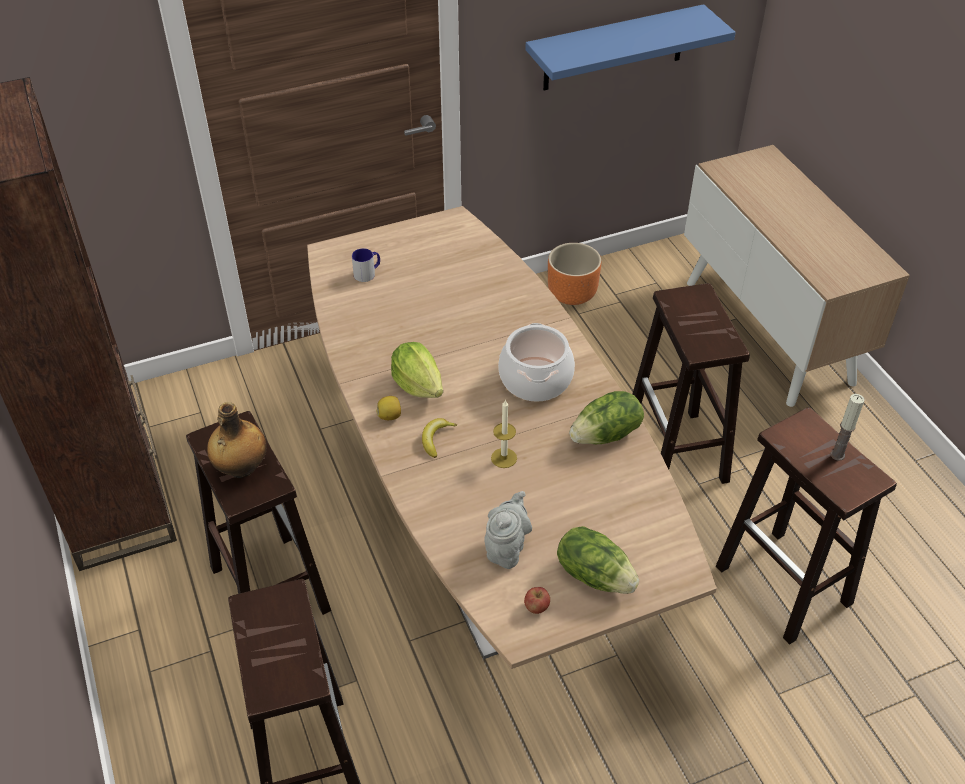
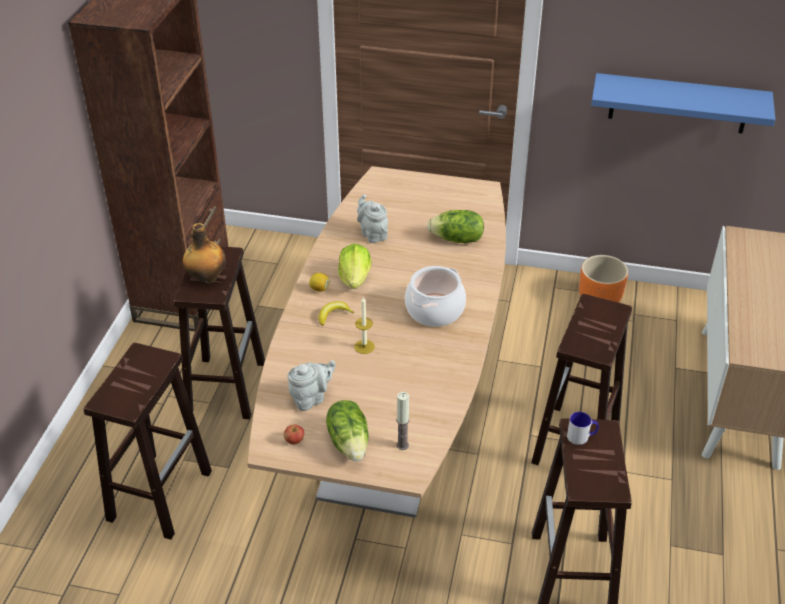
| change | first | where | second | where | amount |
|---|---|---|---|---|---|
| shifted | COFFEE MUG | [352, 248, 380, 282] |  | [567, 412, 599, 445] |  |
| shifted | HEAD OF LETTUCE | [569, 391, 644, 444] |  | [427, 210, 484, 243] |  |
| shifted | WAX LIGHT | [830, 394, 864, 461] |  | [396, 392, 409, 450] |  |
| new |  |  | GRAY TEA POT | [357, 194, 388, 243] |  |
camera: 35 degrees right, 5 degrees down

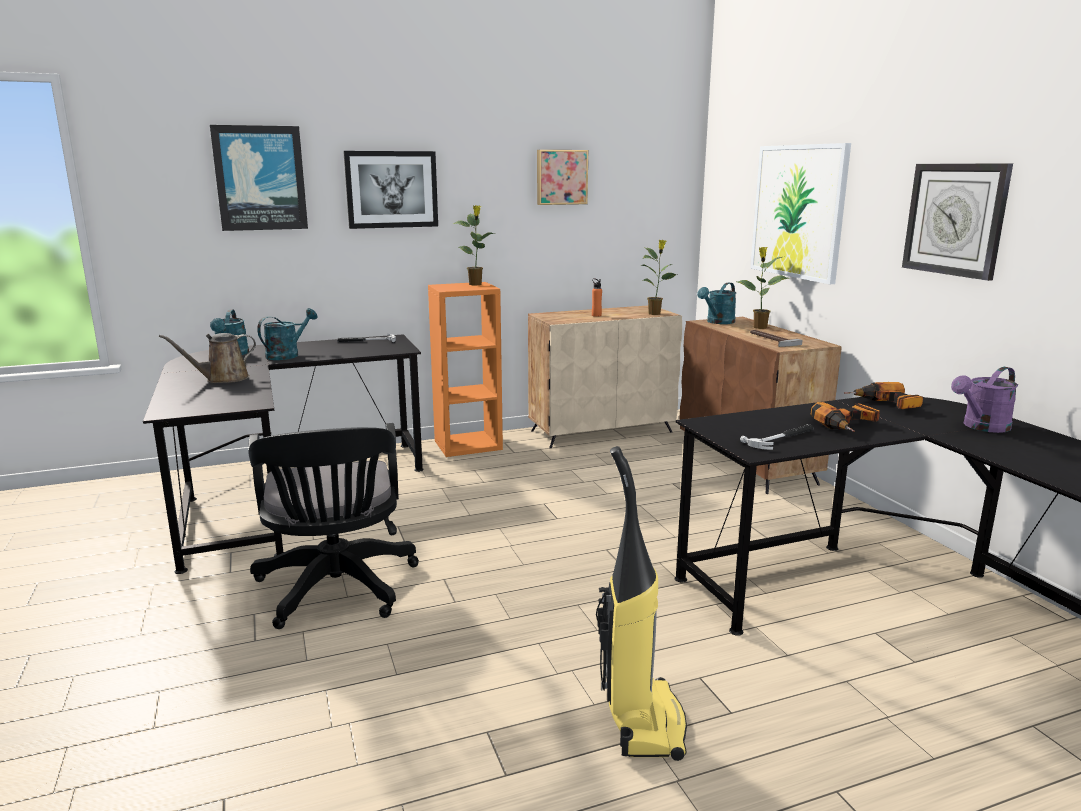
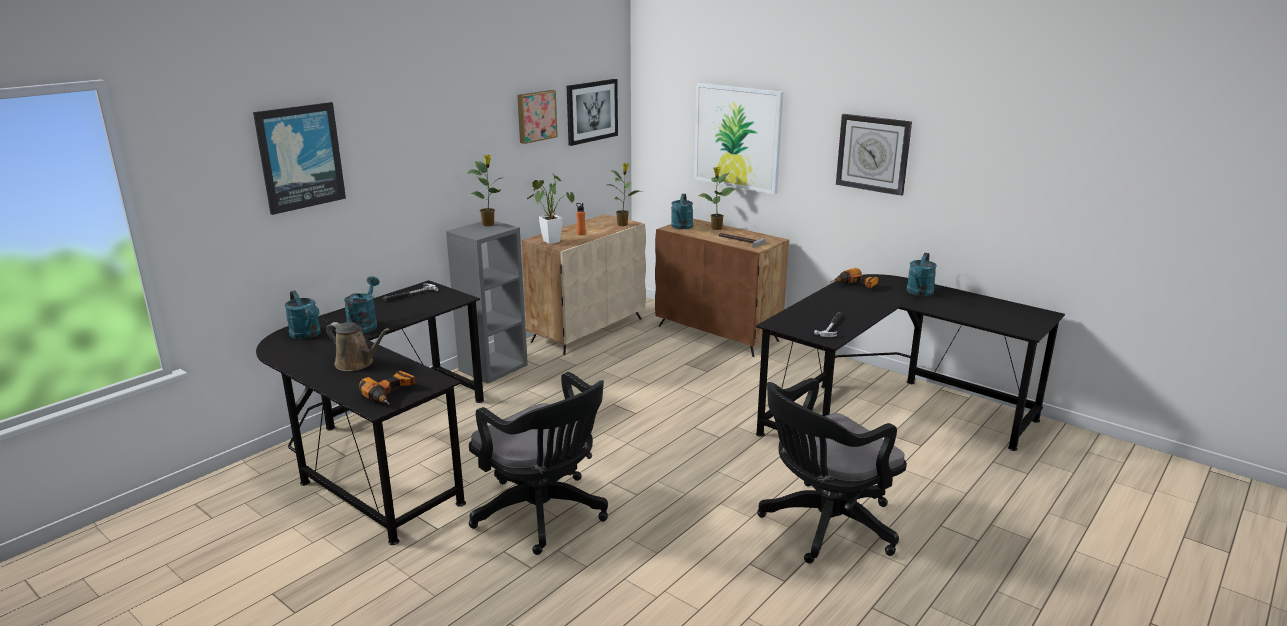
| change | first | where | second | where | amount |
|---|---|---|---|---|---|
| rotated | BROWNISH WATERING POT | [159, 333, 256, 383] |  | [326, 322, 390, 371] | 90 degrees counterclockwise |
| shifted | WALL PICTURE | [343, 151, 438, 229] |  | [567, 79, 618, 146] |  |
| repainted | ORANGE BOOKCASE | [428, 282, 503, 457] | GRAY BOOKCASE | [446, 221, 528, 383] |  |
| swapped | HOOVER | [596, 446, 687, 761] | BLACK DESK CHAIR | [757, 378, 907, 564] |  |
| shifted | DRILL | [811, 402, 880, 432] |  | [359, 371, 415, 405] |  |
| repainted | PURPLE-COLOURED WATERING POT | [951, 367, 1018, 433] | BLUE-GREEN WATERING POT | [907, 253, 937, 296] |  |
| new |  |  | POTTED PLANT | [527, 174, 575, 244] |  |
camera: 30 degrees left, 5 degrees up

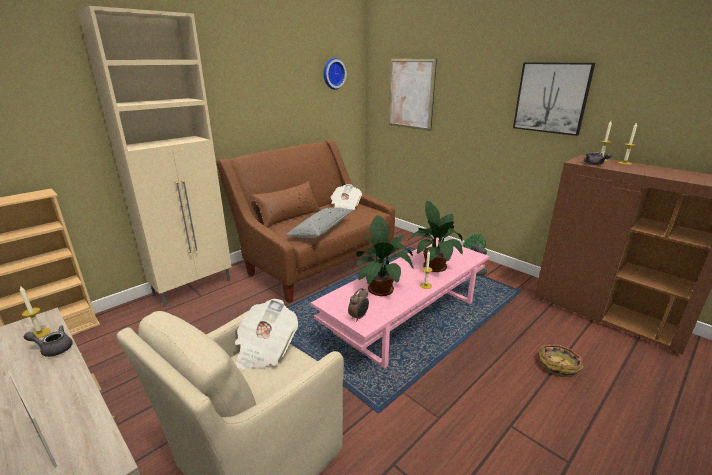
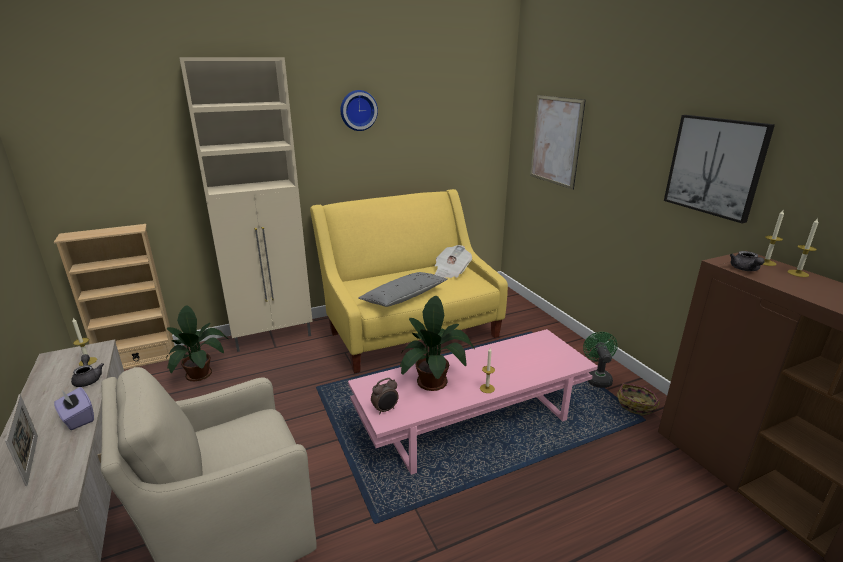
| change | first | where | second | where | amount |
|---|---|---|---|---|---|
| rotated | GRAY TEA POT | [24, 325, 73, 357] |  | [71, 354, 104, 387] | 45 degrees clockwise |
| repainted | BROWNISH COUCH | [216, 140, 395, 303] | YELLOWISH COUCH | [310, 189, 508, 374] |  |
| gone | NEWSPAPER | [235, 299, 298, 369] |  |  |  |
| gone | BROWNISH CUSHION | [252, 181, 320, 228] |  |  |  |
| shifted | HANGING CLOCK | [323, 58, 347, 90] |  | [340, 90, 378, 131] |  |
| shifted | POTTED PLANT | [406, 201, 463, 272] |  | [166, 306, 229, 381] |  |
| shifted | BASKET | [539, 345, 583, 377] |  | [617, 383, 660, 416] |  |
| new |  |  | PURPLE-COLOURED BOX OF TISSUES | [54, 387, 94, 430] |  |
camera: 20 degrees right, 0 degrees up

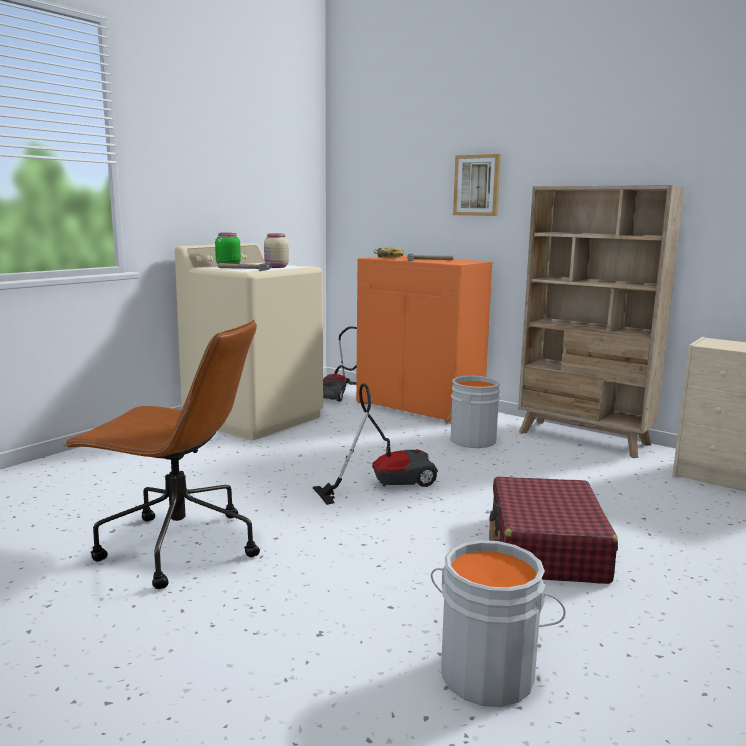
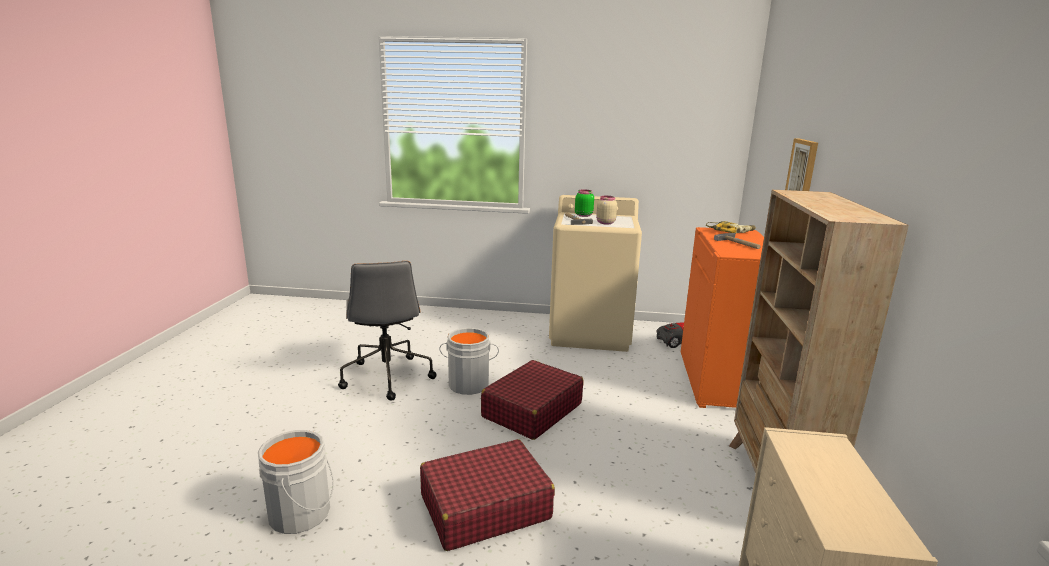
| change | first | where | second | where | amount |
|---|---|---|---|---|---|
| repainted | BROWNISH DESK CHAIR | [63, 319, 260, 589] | GRAY DESK CHAIR | [338, 261, 437, 401] |  |
| swapped | HOOVER | [313, 383, 438, 505] | RED PIECE OF LUGGAGE | [481, 360, 583, 440] |  |
| shifted | GRAY PAIL | [445, 375, 500, 448] |  | [440, 328, 499, 395] |  |
camera: 60 degrees right, 5 degrees up

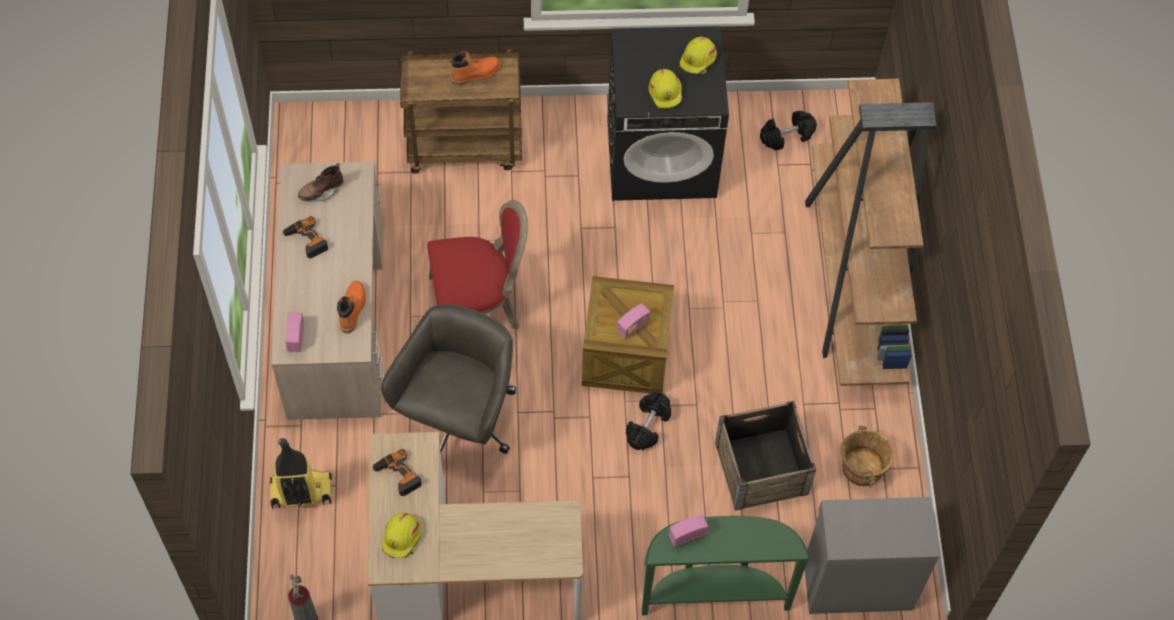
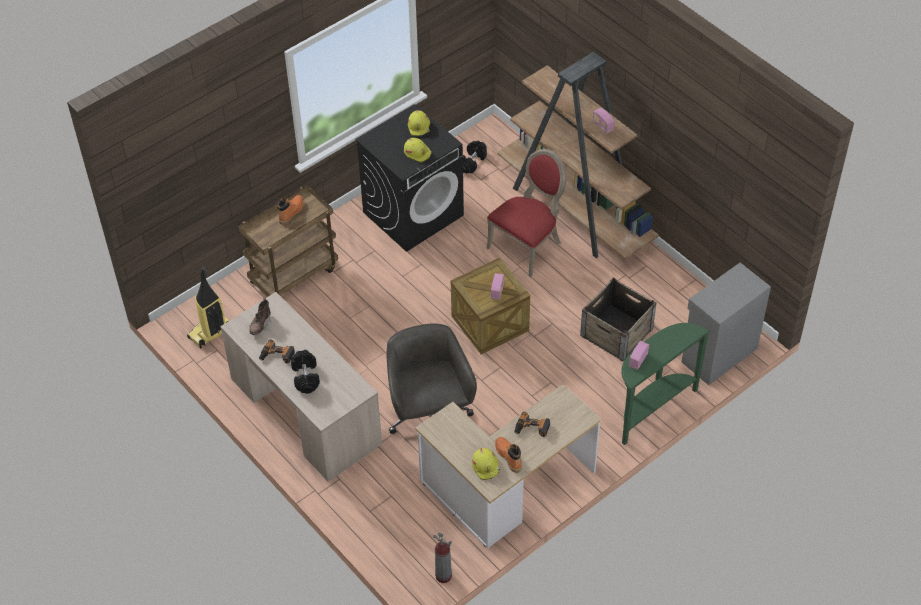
| change | first | where | second | where | amount |
|---|---|---|---|---|---|
| shifted | HOOVER | [270, 438, 332, 509] |  | [187, 266, 229, 349] |  |
| shifted | RADIO RECEIVER | [285, 312, 304, 352] |  | [593, 108, 614, 134] |  |
| shifted | ORANGE TALL BOOT | [337, 281, 366, 333] |  | [495, 437, 522, 473] |  |
| shifted | DRILL | [372, 449, 422, 496] |  | [514, 412, 550, 437] |  |
| shifted | RED CHAIR | [427, 200, 528, 330] |  | [487, 149, 566, 277] |  |
| shifted | BLACK FREE WEIGHT | [626, 392, 671, 450] |  | [291, 350, 320, 394] |  |
| gone | BROWNISH PAIL | [840, 425, 894, 488] |  |  |  |
camera: 35 degrees left, 10 degrees down

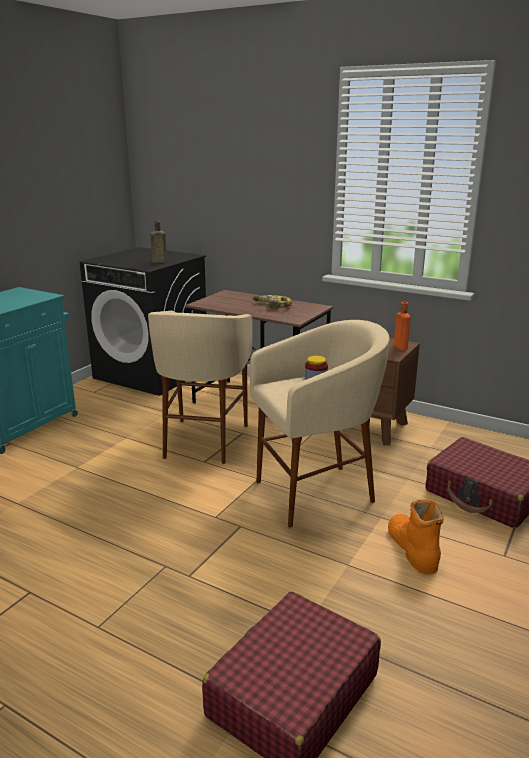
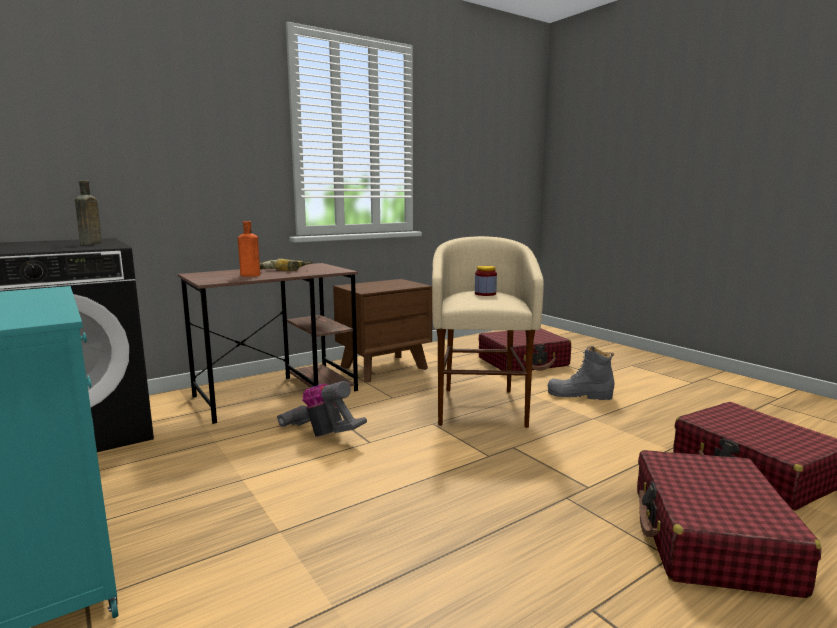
| change | first | where | second | where | amount |
|---|---|---|---|---|---|
| swapped | BEIGE-COLOURED STOOL SEAT | [148, 311, 253, 464] | HOOVER | [277, 381, 367, 437] |  |
| repainted | ORANGE TALL BOOT | [388, 499, 444, 574] | GRAY TALL BOOT | [548, 346, 614, 400] |  |
| shifted | ORANGE BOTTLE | [394, 302, 410, 350] |  | [238, 221, 260, 276] |  |
| new |  |  | RED PIECE OF LUGGAGE | [637, 450, 821, 598] |  |
camera: 65 degrees left, 10 degrees down

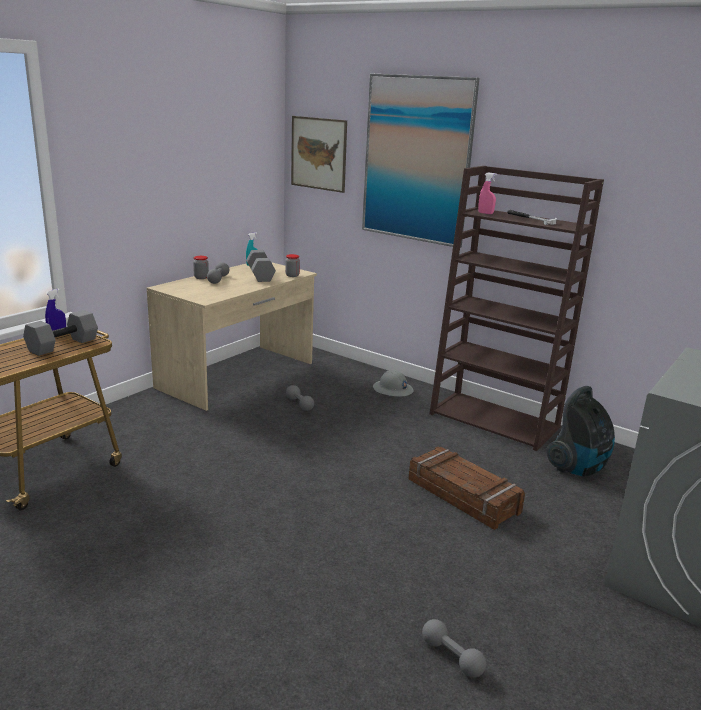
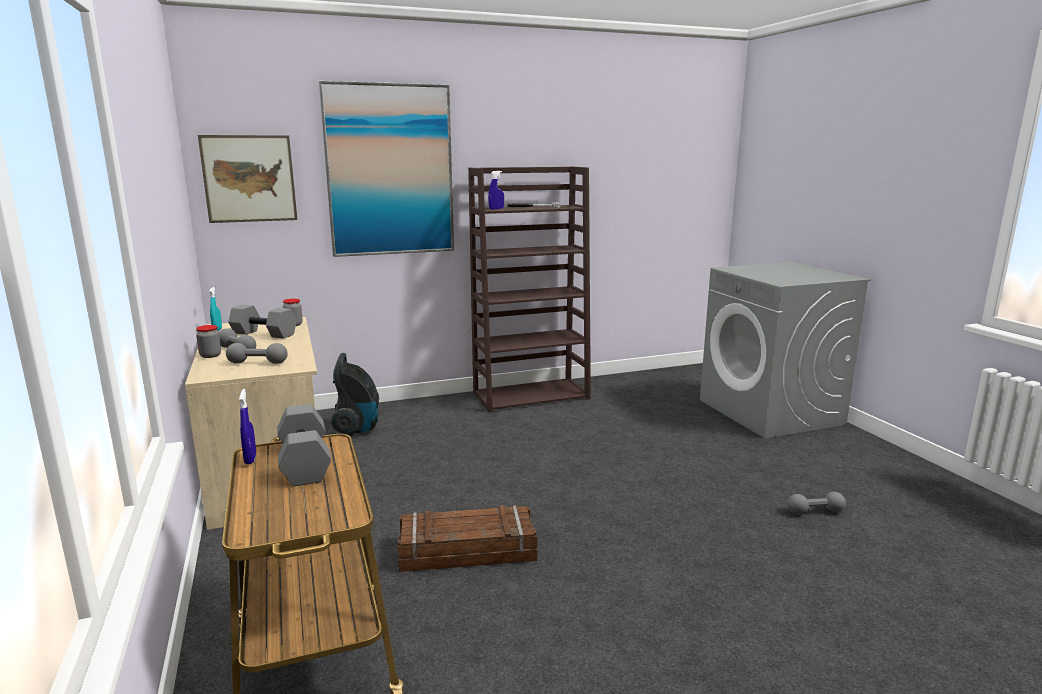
| change | first | where | second | where | amount |
|---|---|---|---|---|---|
| shifted | GRAY FREE WEIGHT | [286, 385, 314, 411] |  | [226, 343, 288, 364] |  |
| gone | GRAY HARD HAT | [373, 370, 413, 397] |  |  |  |
| shifted | PACKING CRATE | [408, 446, 525, 530] |  | [398, 505, 538, 572] |  |
| repainted | PINKISH HAND SPRAYER | [478, 173, 497, 214] | BLUE HAND SPRAYER | [488, 171, 504, 209] |  |
| shifted | HOOVER | [546, 386, 615, 477] |  | [331, 353, 379, 436] |  |
camera: 55 degrees left, 5 degrees down

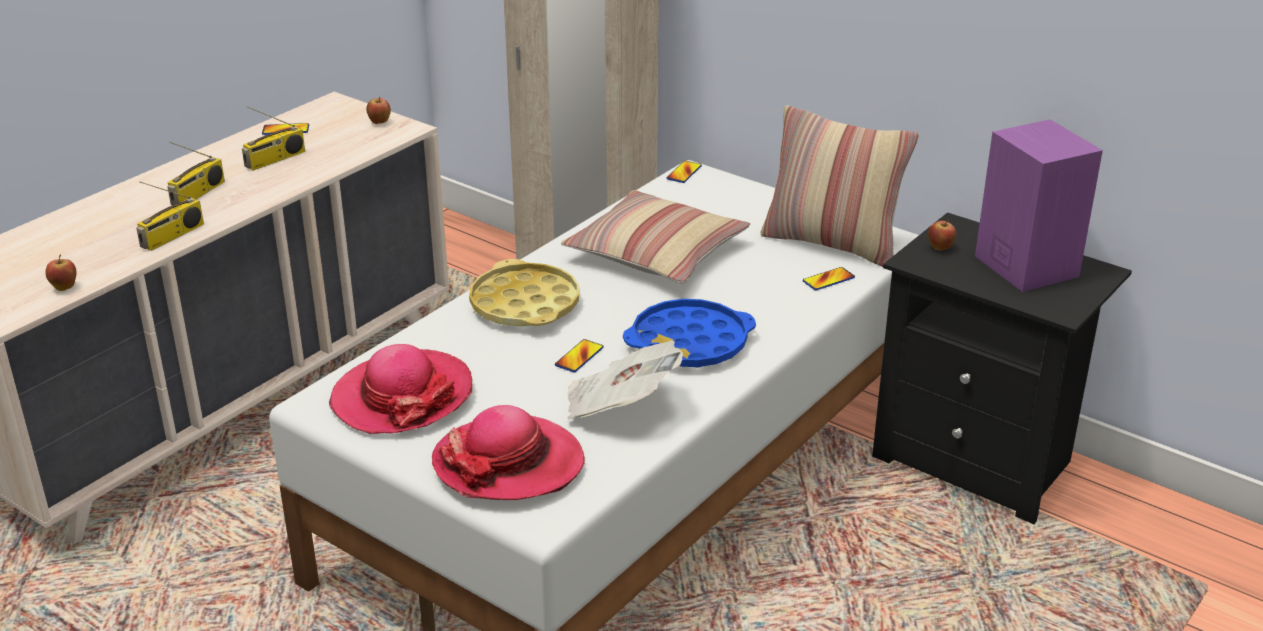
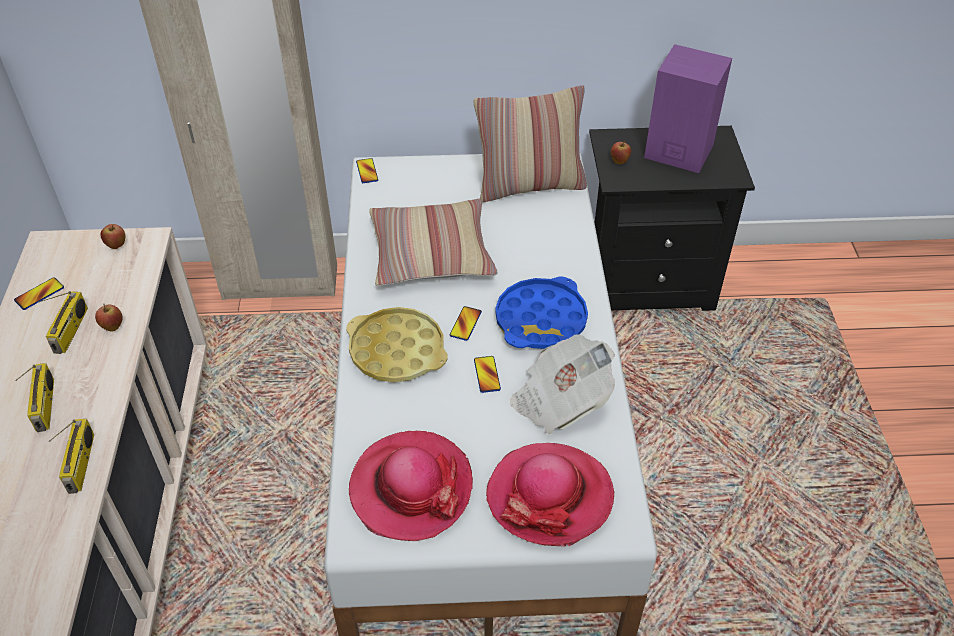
| change | first | where | second | where | amount |
|---|---|---|---|---|---|
| shifted | APPLE | [45, 255, 76, 291] |  | [95, 304, 123, 332] |  |
| shifted | TELEPHONE | [803, 267, 855, 290] |  | [450, 306, 482, 341] |  |
camera: 40 degrees left, 15 degrees up

